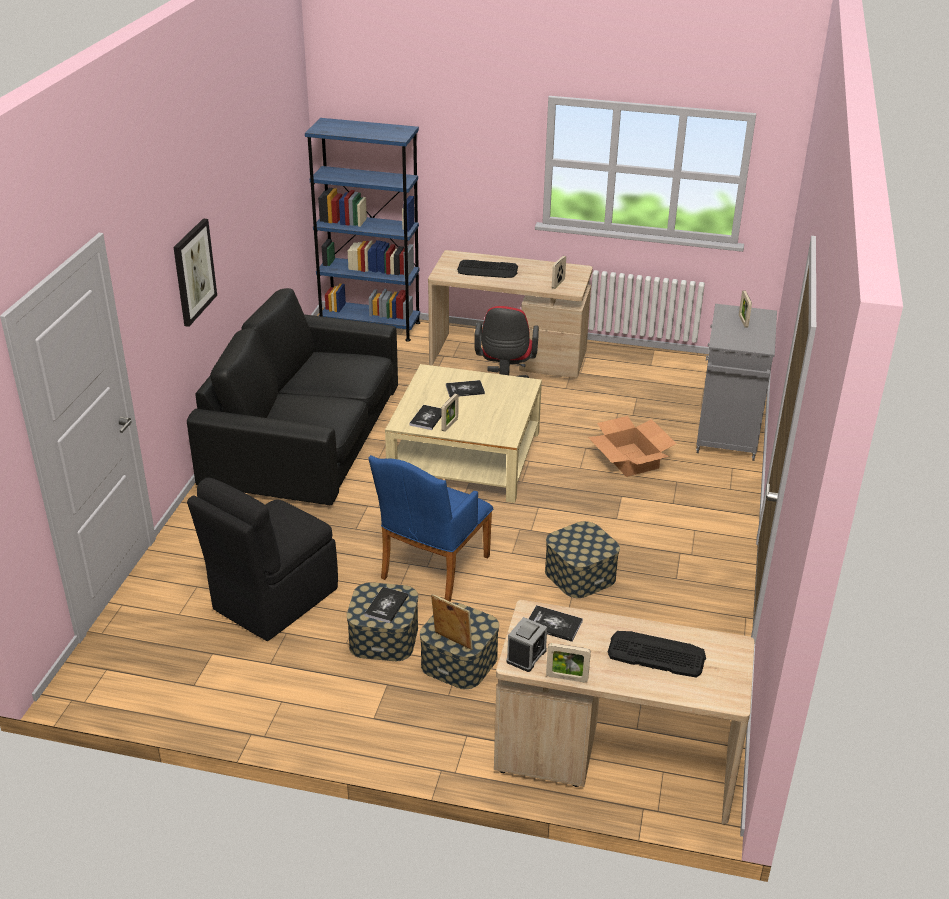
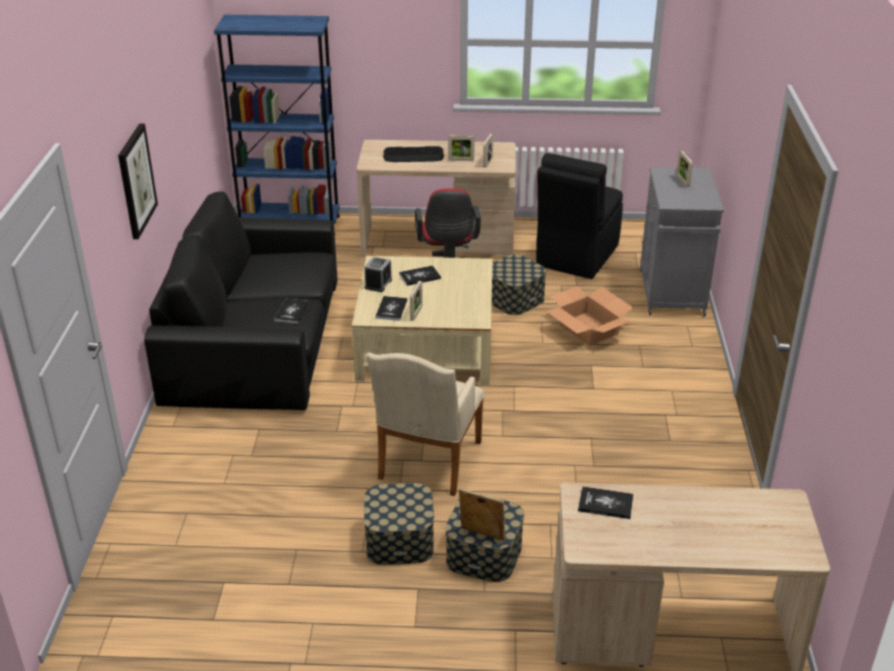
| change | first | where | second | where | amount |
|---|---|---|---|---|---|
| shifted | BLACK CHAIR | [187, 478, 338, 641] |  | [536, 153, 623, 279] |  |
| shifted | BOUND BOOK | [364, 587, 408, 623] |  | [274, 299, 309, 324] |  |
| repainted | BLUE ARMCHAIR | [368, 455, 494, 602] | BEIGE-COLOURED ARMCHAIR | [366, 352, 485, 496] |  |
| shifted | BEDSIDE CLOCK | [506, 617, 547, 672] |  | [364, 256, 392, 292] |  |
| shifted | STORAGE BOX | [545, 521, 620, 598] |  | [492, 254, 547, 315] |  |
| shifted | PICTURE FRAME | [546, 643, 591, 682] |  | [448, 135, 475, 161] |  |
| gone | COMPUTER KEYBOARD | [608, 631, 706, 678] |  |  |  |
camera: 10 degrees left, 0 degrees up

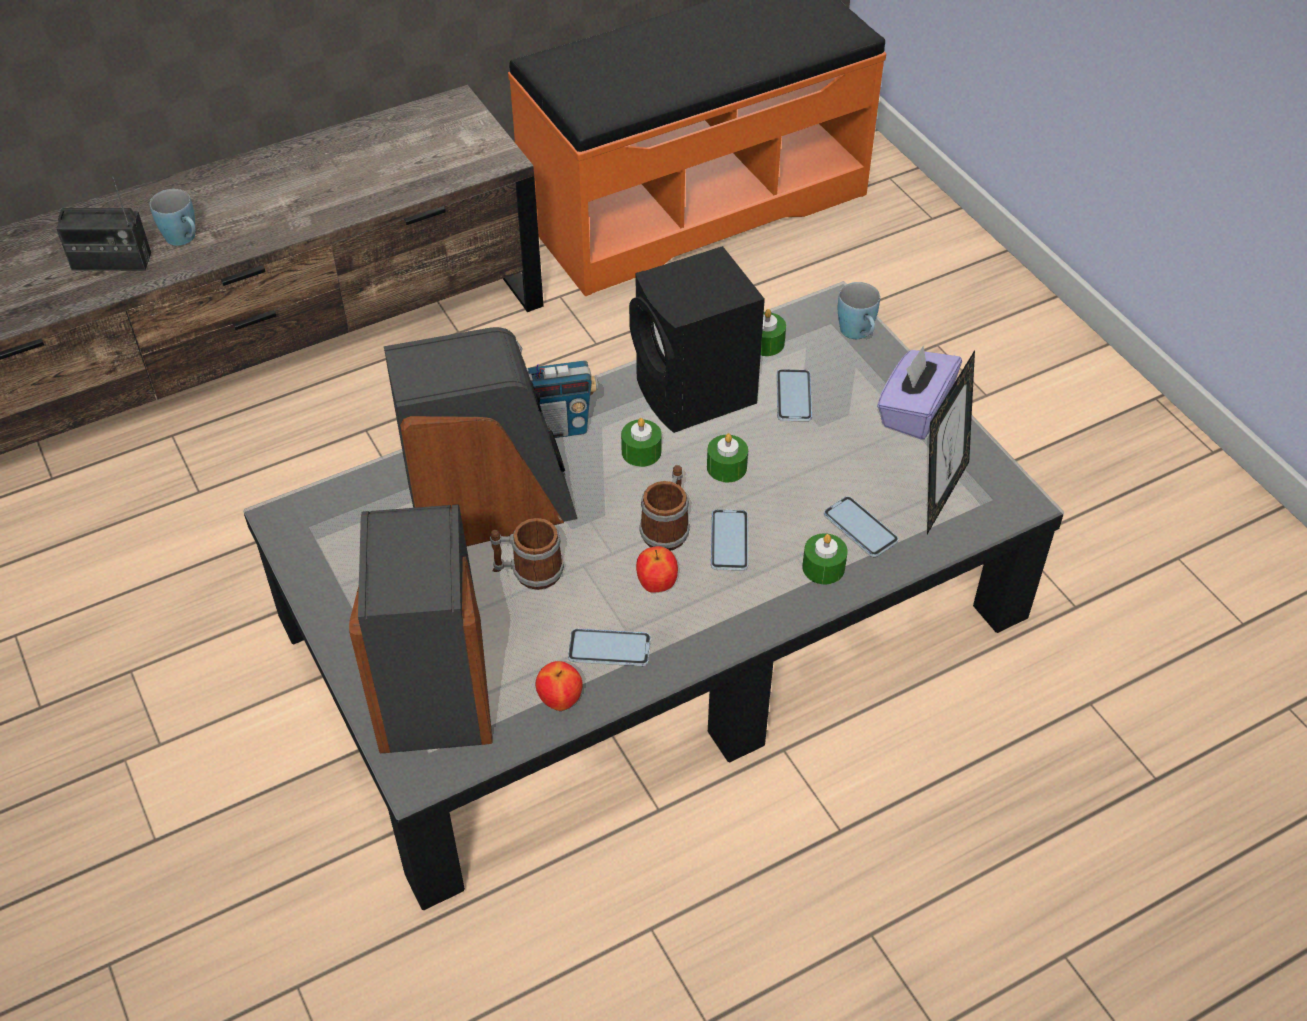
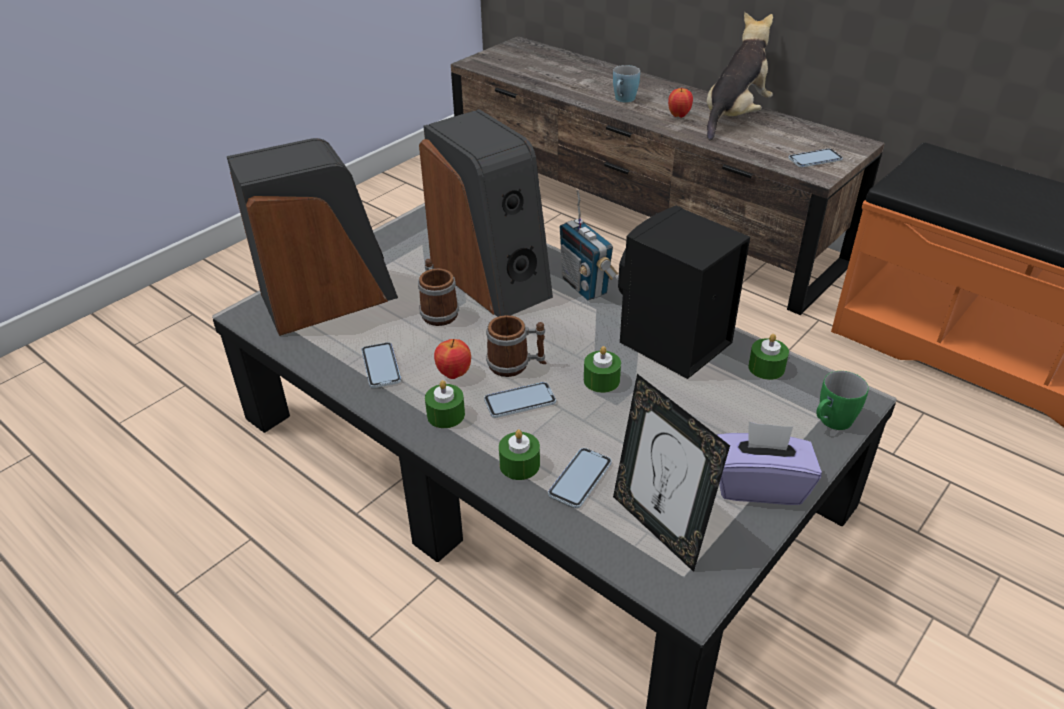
| change | first | where | second | where | amount |
|---|---|---|---|---|---|
| gone | RADIO RECEIVER | [56, 177, 151, 271] |  |  |  |
| shifted | APPLE | [535, 661, 583, 711] |  | [668, 88, 693, 118] |  |
| shifted | GREEN WAX LIGHT | [621, 418, 662, 467] |  | [425, 380, 465, 428] |  |
| shifted | TELEPHONE | [777, 369, 812, 421] |  | [788, 148, 843, 167] |  |
| repainted | BLUE COFFEE MUG | [838, 282, 880, 339] | GREEN COFFEE MUG | [816, 371, 868, 430] |  |
| rotated | PICTURE FRAME | [927, 350, 975, 534] |  | [613, 374, 730, 572] | 45 degrees clockwise |
| new |  |  | SOFT TOY | [707, 12, 773, 141] |  |
camera: 70 degrees right, 10 degrees down

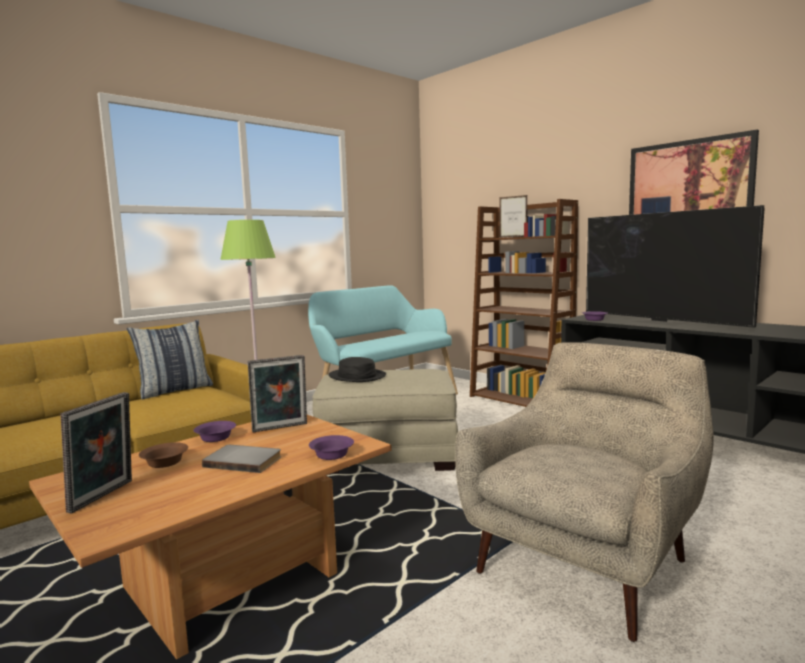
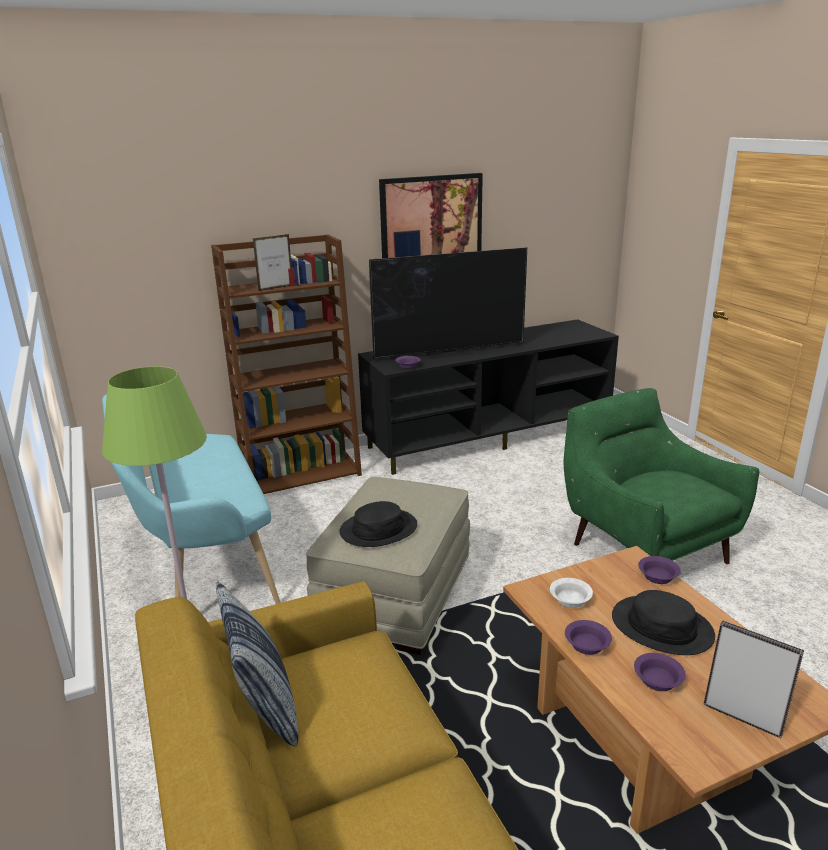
| change | first | where | second | where | amount |
|---|---|---|---|---|---|
| repainted | BROWNISH BOWL | [139, 442, 188, 468] | PURPLE-COLOURED BOWL | [634, 653, 686, 691] |  |
| swapped | GRAY BOUND BOOK | [202, 445, 281, 473] | BLACK HAT | [612, 590, 715, 655] |  |
| swapped | PICTURE FRAME | [248, 355, 307, 432] | WHITISH BOWL | [550, 578, 593, 608] |  |
| repainted | BEIGE-COLOURED ARMCHAIR | [455, 342, 714, 642] | GREEN ARMCHAIR | [564, 388, 759, 564] |  |
camera: 70 degrees left, 15 degrees up

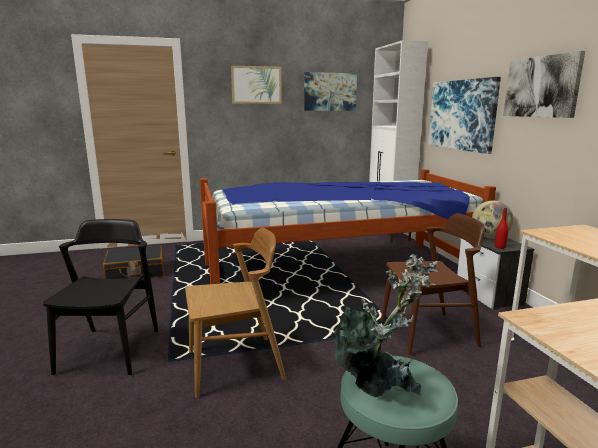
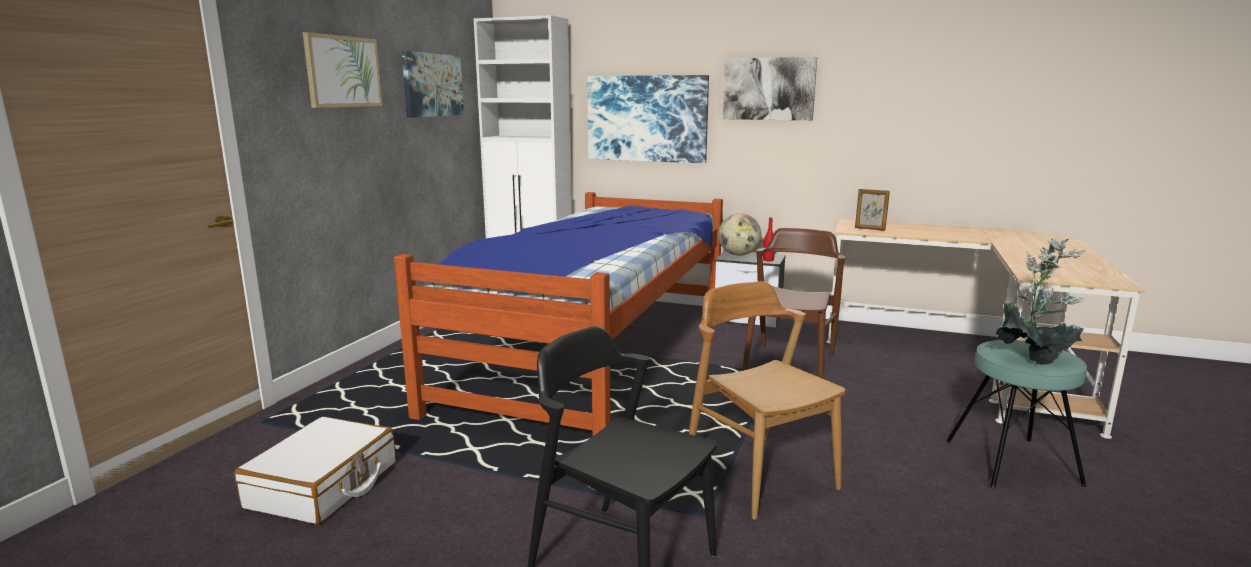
| change | first | where | second | where | amount |
|---|---|---|---|---|---|
| repainted | BLACK PIECE OF LUGGAGE | [103, 246, 164, 279] | WHITISH PIECE OF LUGGAGE | [234, 417, 396, 525] |  |
| rotated | BROWNISH CHAIR | [185, 228, 286, 398] |  | [689, 281, 846, 520] | 45 degrees counterclockwise |
| new |  |  | PICTURE FRAME | [855, 189, 890, 231] |  |
camera: 55 degrees left, 0 degrees up

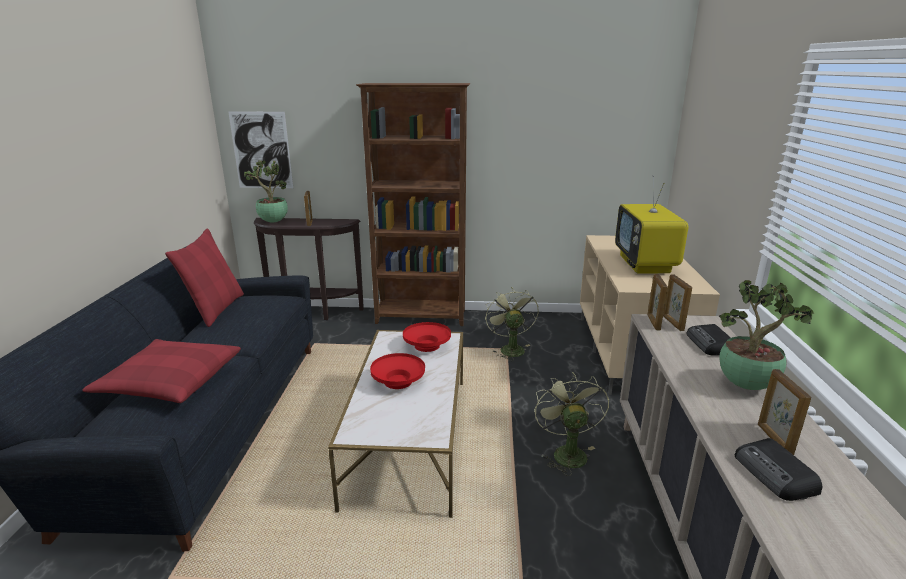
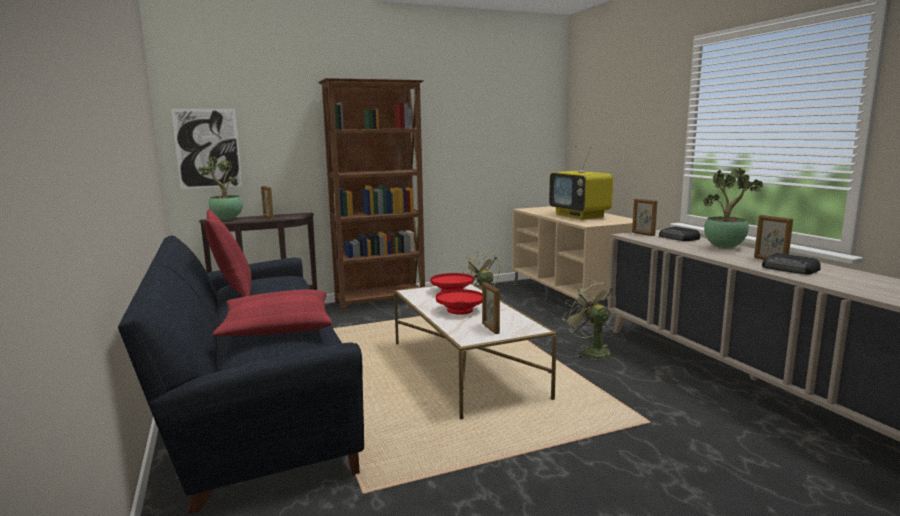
| change | first | where | second | where | amount |
|---|---|---|---|---|---|
| shifted | PICTURE FRAME | [647, 274, 668, 330] |  | [482, 282, 500, 334] |  |
camera: 25 degrees left, 10 degrees down

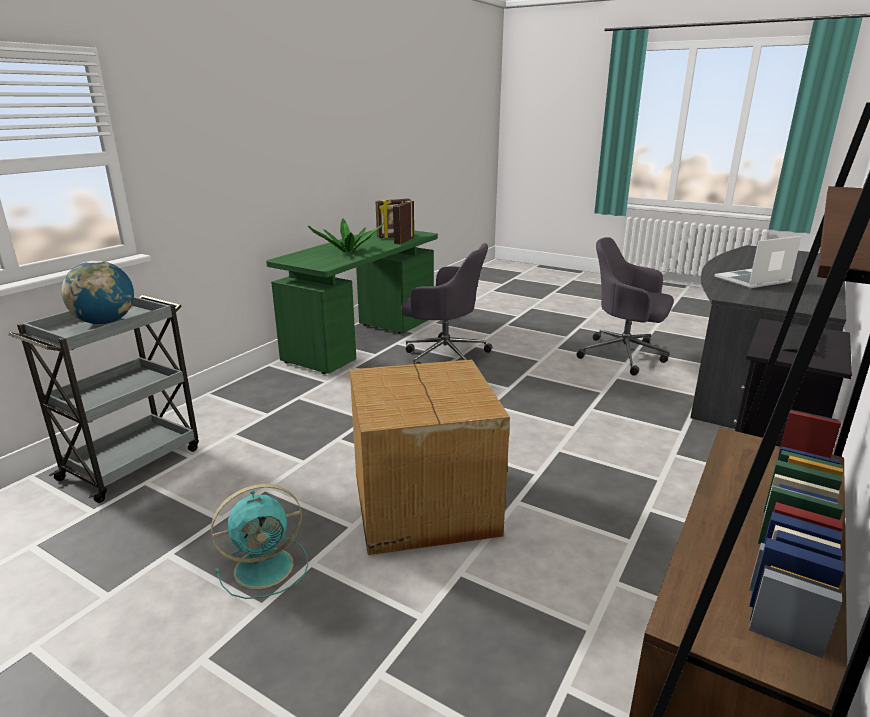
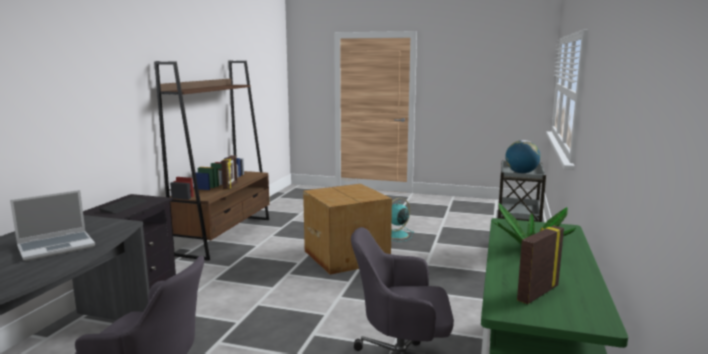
| change | first | where | second | where | amount |
|---|---|---|---|---|---|
| shifted | PICTURE FRAME | [393, 201, 414, 244] |  | [221, 155, 237, 190] |  |
camera: 165 degrees right, 10 degrees down

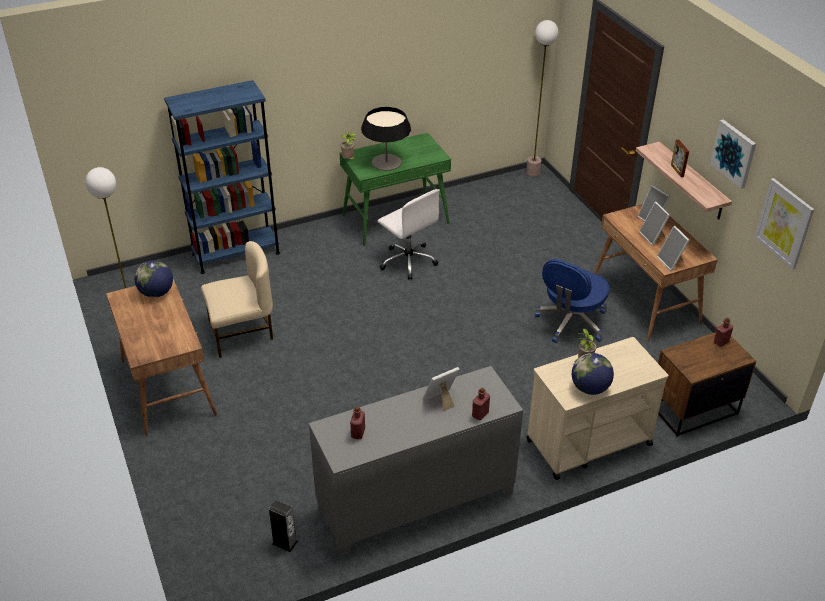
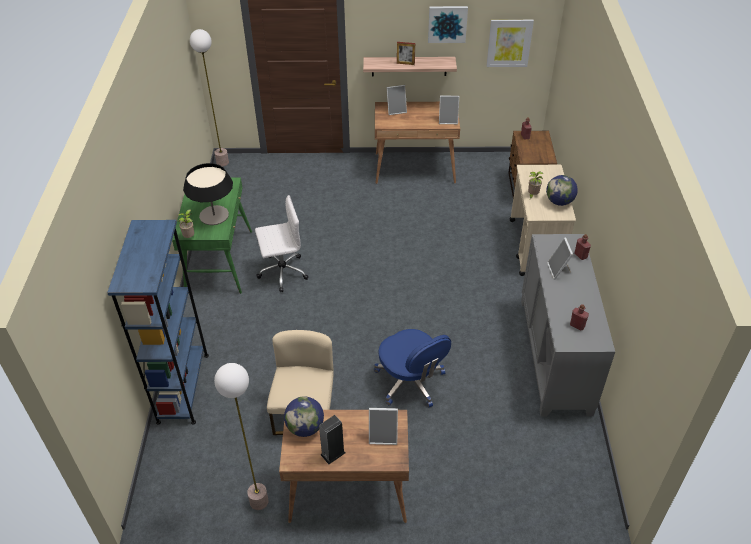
| change | first | where | second | where | amount |
|---|---|---|---|---|---|
| shifted | LOUDSPEAKER | [269, 500, 298, 552] |  | [319, 415, 345, 464] |  |
| shifted | BLUE DESK CHAIR | [535, 259, 609, 343] |  | [374, 329, 451, 407] |  |
| shifted | PICTURE FRAME | [639, 202, 670, 246] |  | [369, 408, 398, 445] |  |
camera: 65 degrees left, 5 degrees up

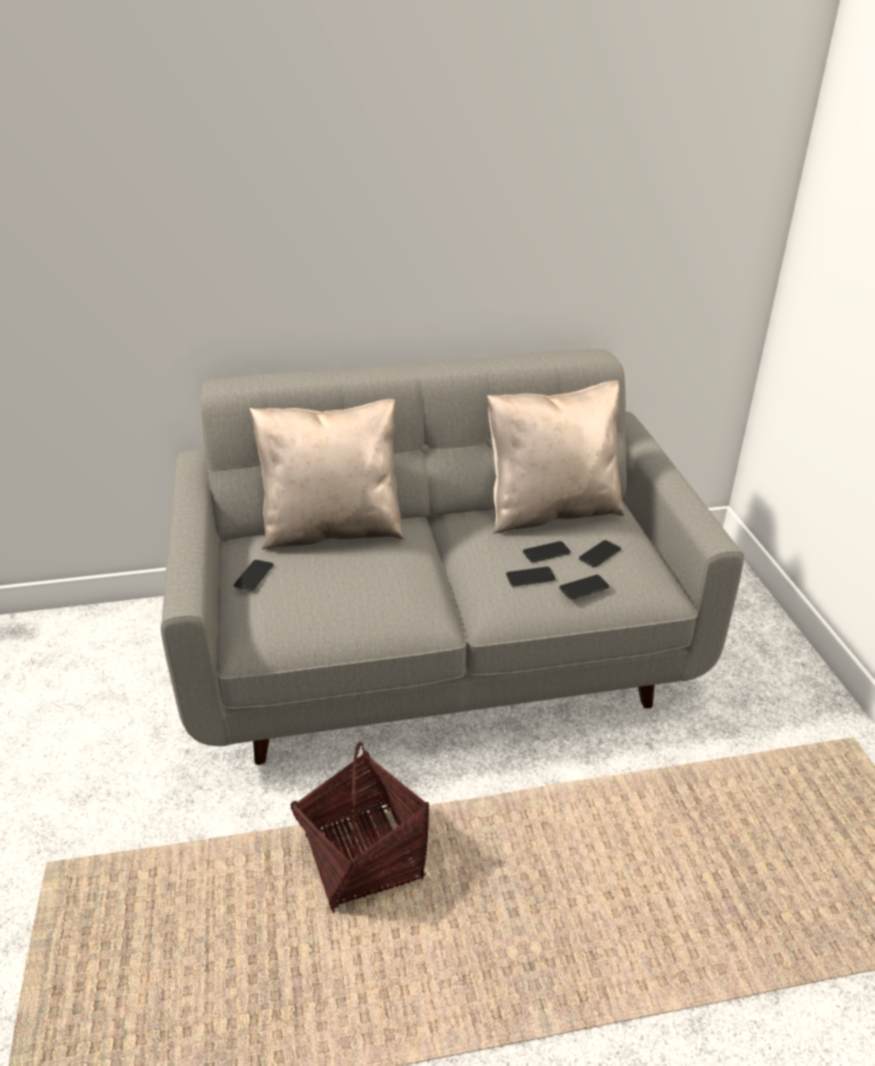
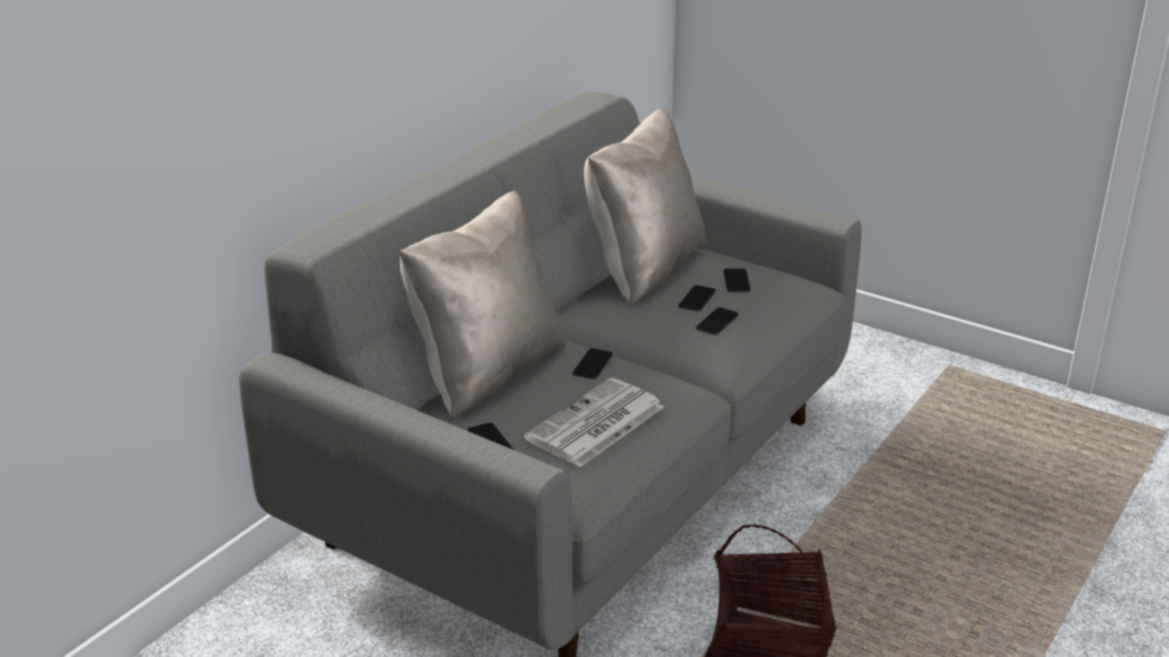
| change | first | where | second | where | amount |
|---|---|---|---|---|---|
| shifted | TELEPHONE | [559, 575, 609, 600] |  | [573, 348, 613, 379] |  |
| new |  |  | NEWSPAPER | [524, 378, 664, 467] |  |
camera: 45 degrees left, 5 degrees down

